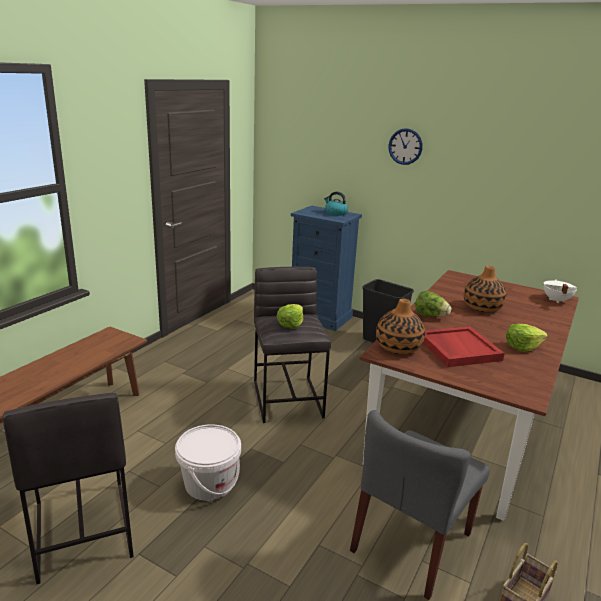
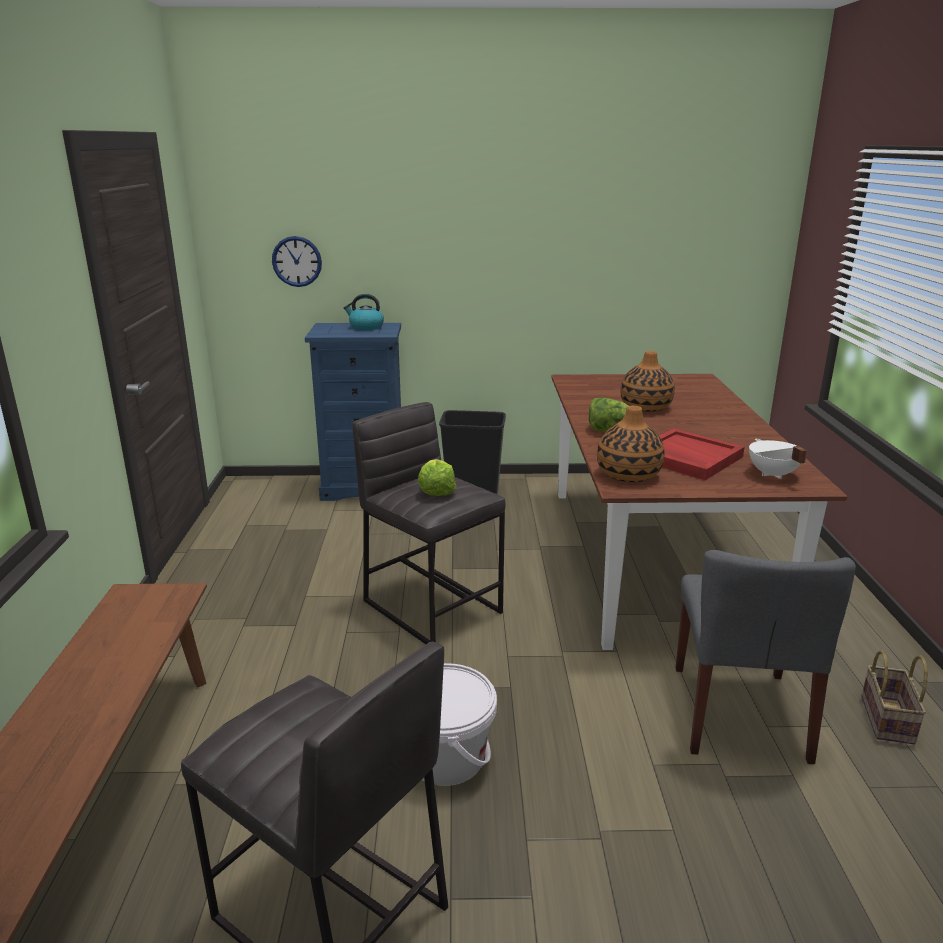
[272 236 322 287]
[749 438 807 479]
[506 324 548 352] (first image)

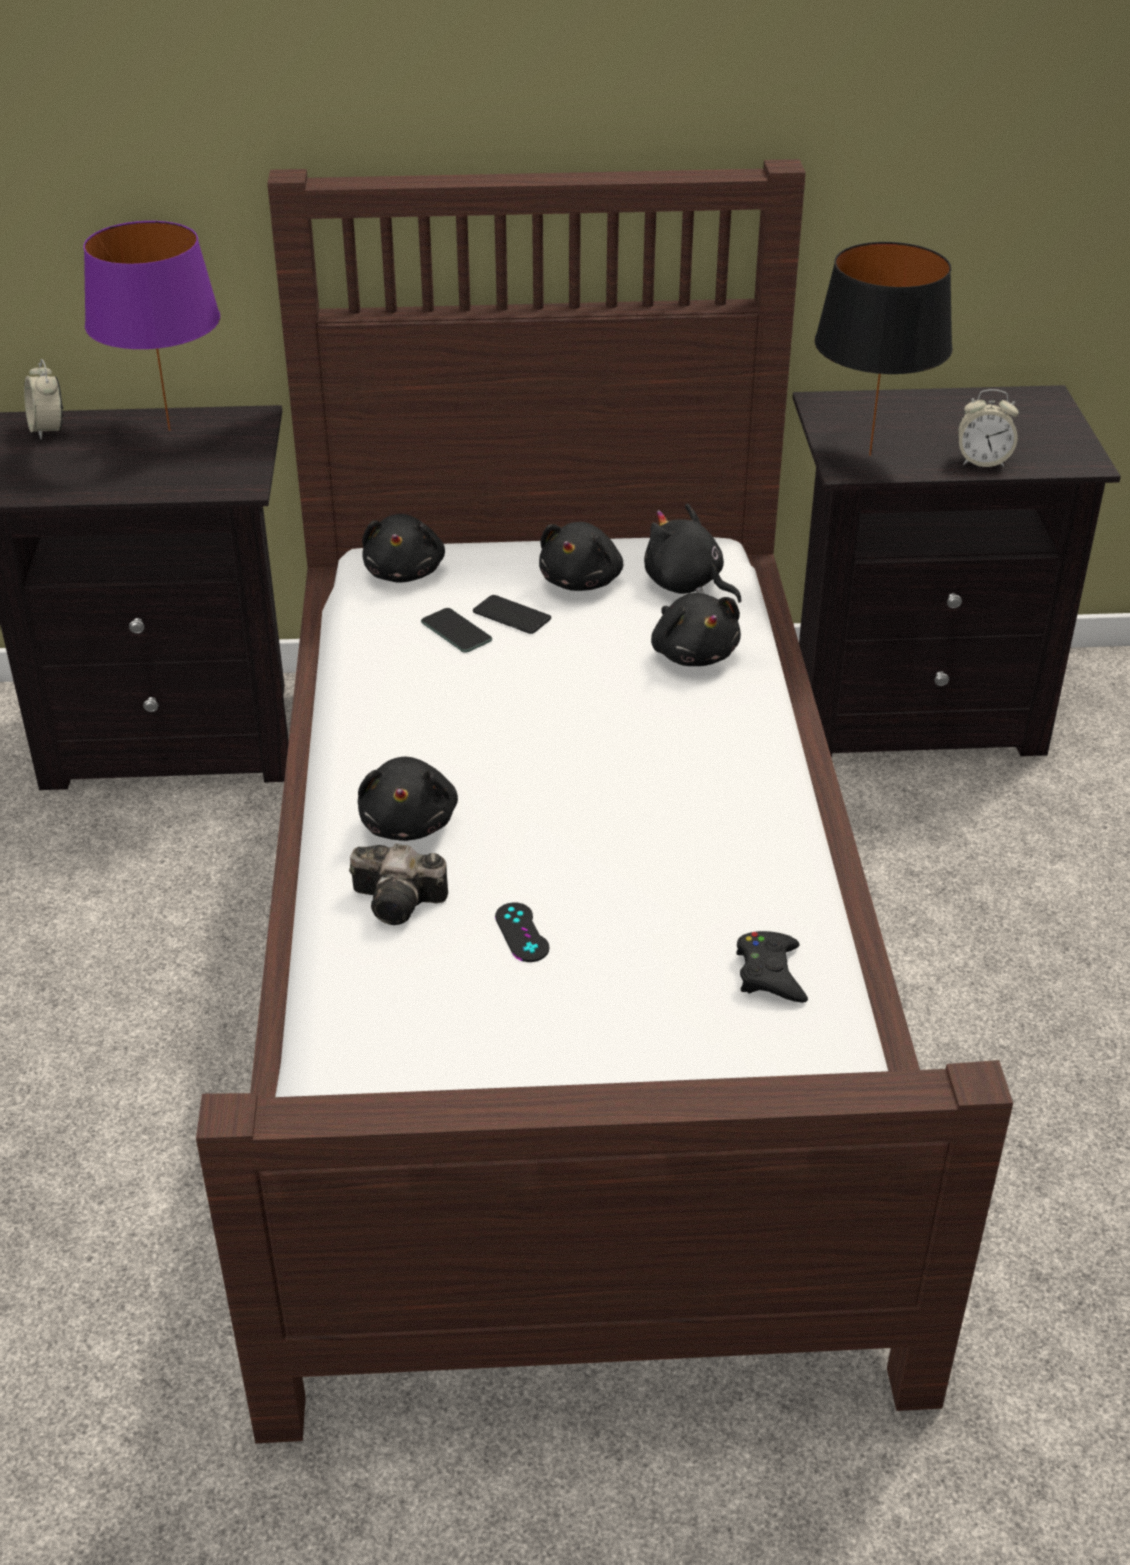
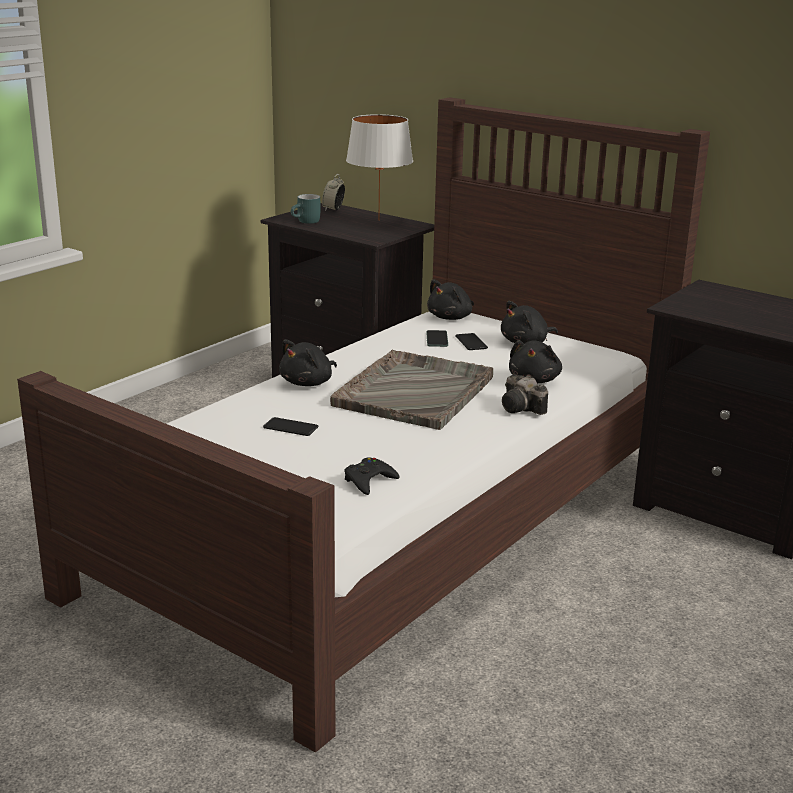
[346 114 413 221]
[815 242 953 456] (first image)
[958 389 1019 467] (first image)
[644 503 742 603] (first image)
[502 375 548 415]
[263 417 318 436]
[291 194 320 224]
[330 350 493 430]

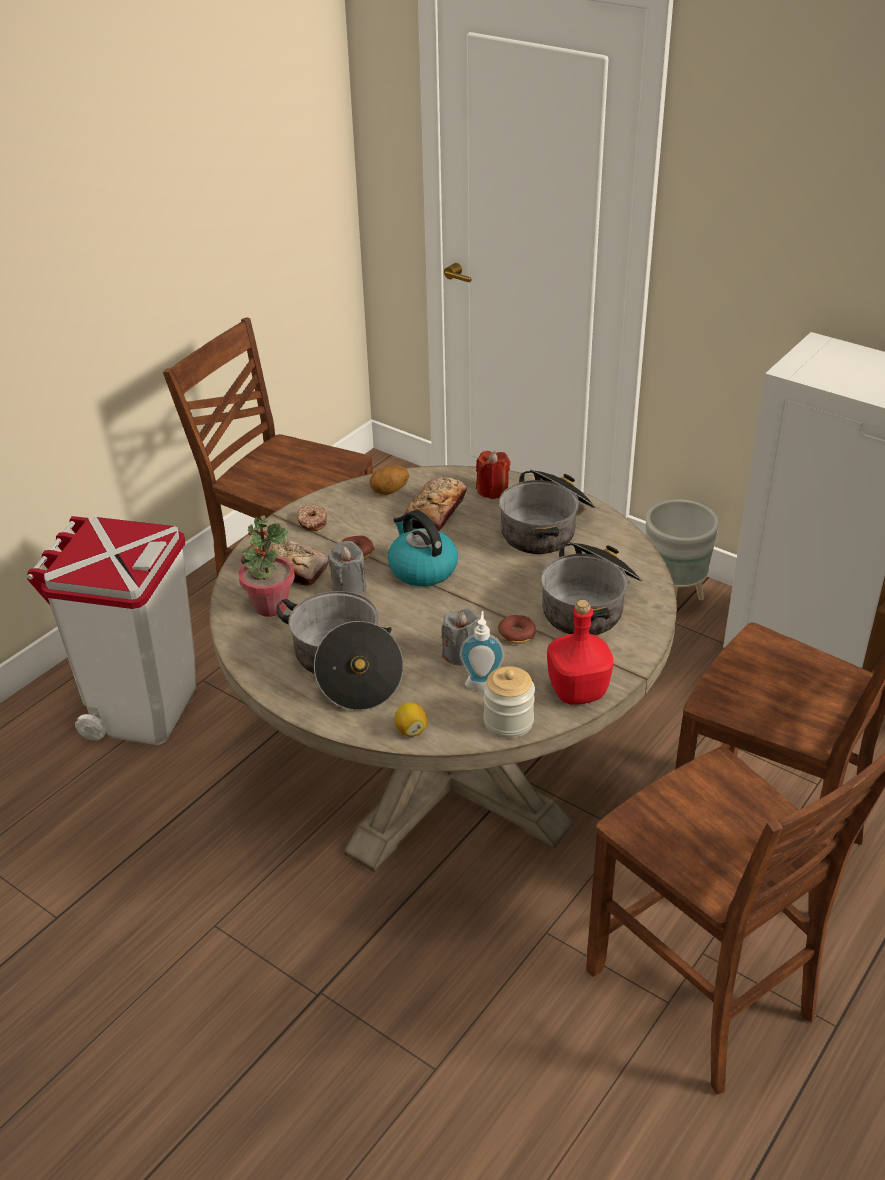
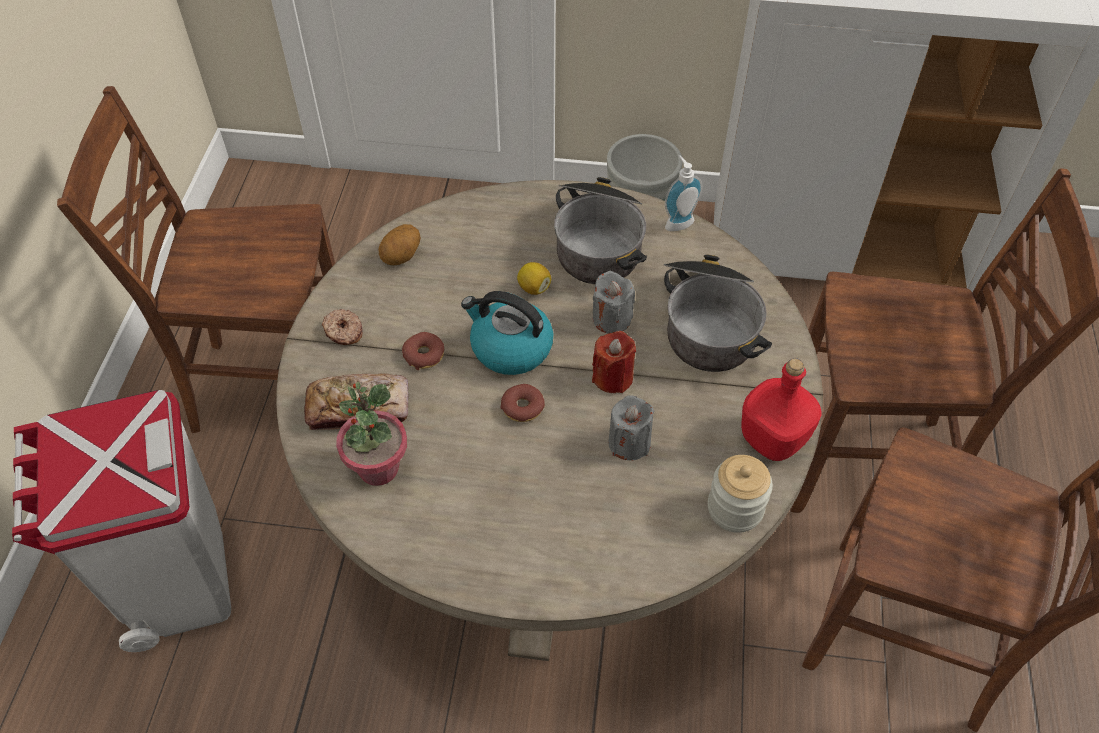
[592 331 636 393]
[404 476 467 531] (first image)
[593 271 635 334]
[277 591 404 711] (first image)
[665 155 702 231]
[500 384 545 422]
[517 262 551 295]

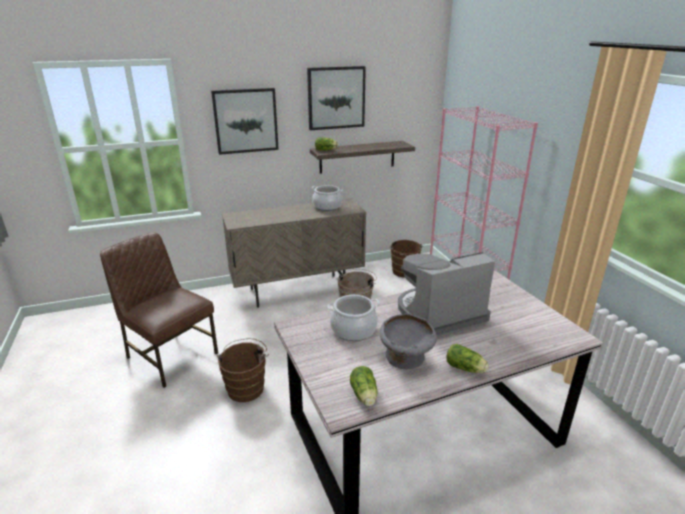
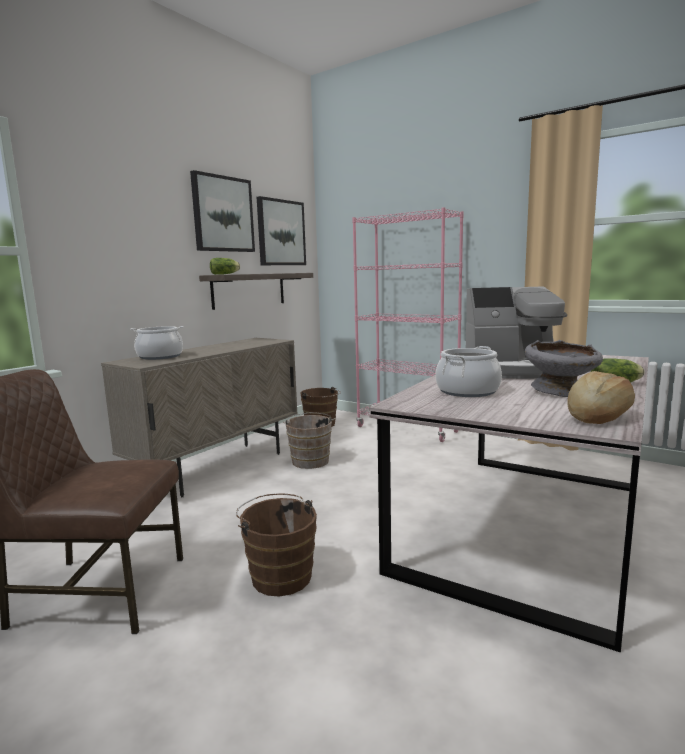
[257 196 306 265]
[130 326 184 360]
[466 286 567 379]
[567 371 635 424]

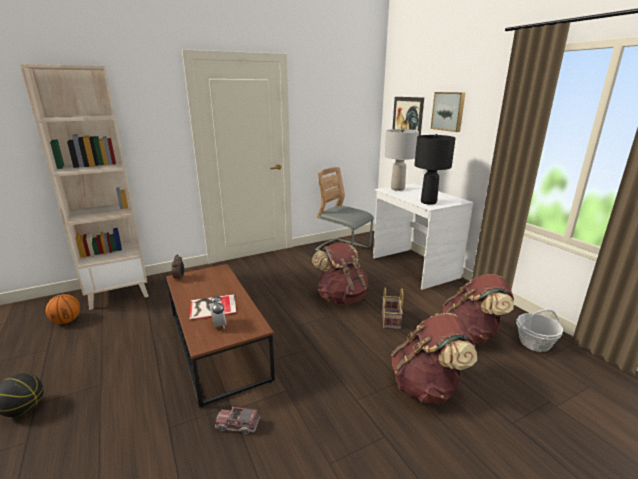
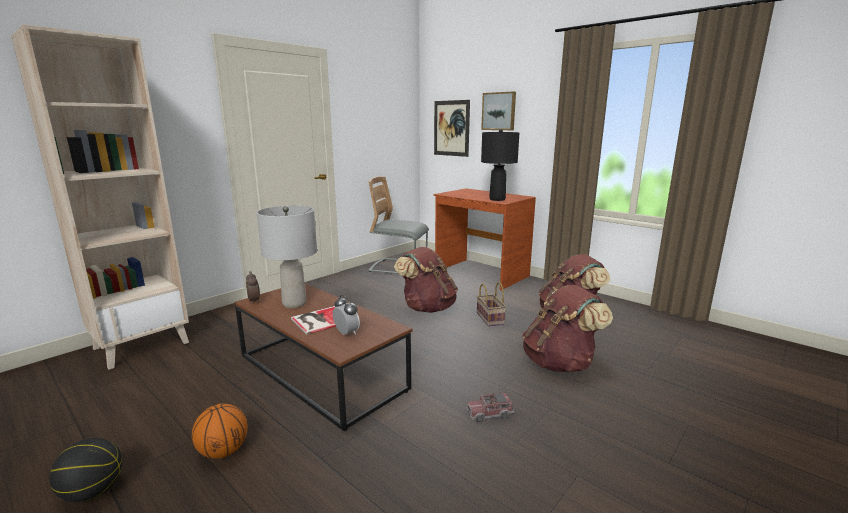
[257 206 317 308]
[433 188 536 290]
[192 404 248 459]
[516 309 563 352] (first image)
[466 392 515 422]

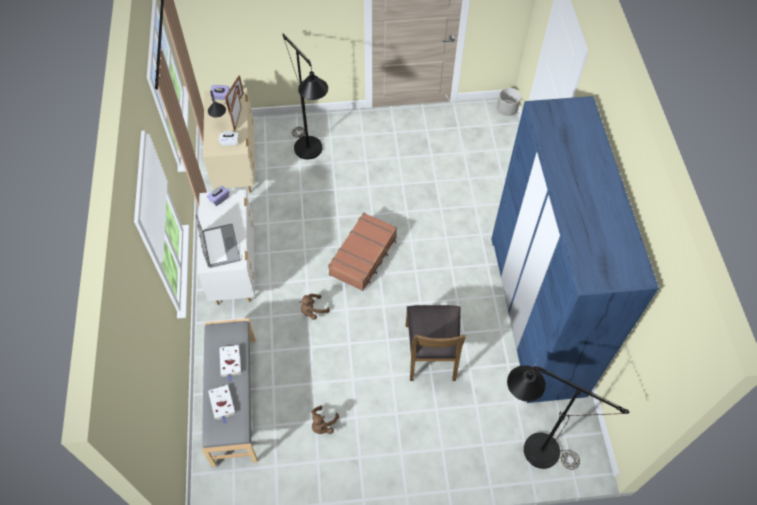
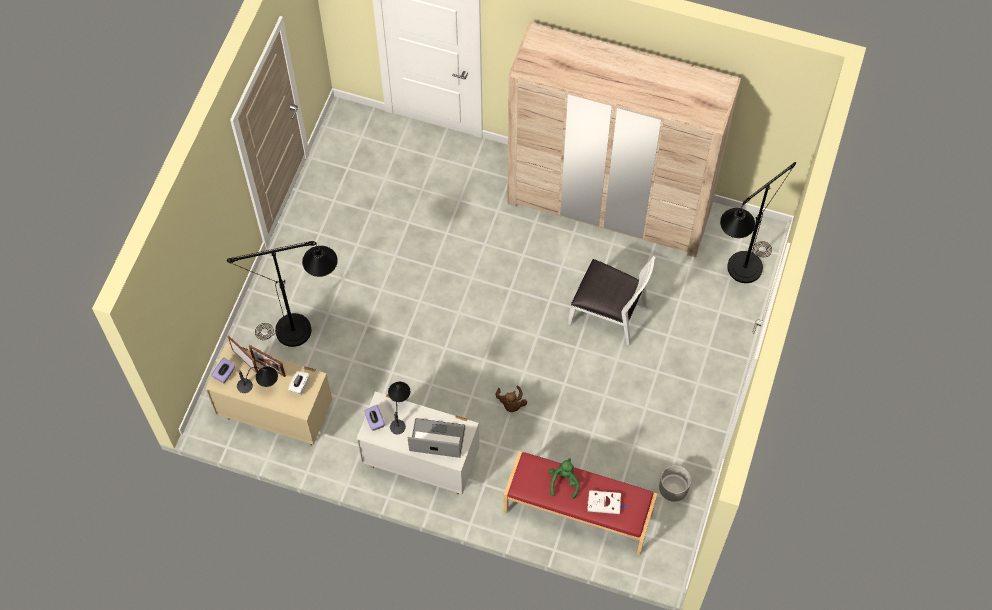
[659 465 691 502]
[507 22 741 258]
[328 212 397 291] (first image)
[568 256 656 346]
[504 451 657 555]
[549 458 580 499]
[311 405 339 434] (first image)
[388 382 410 434]

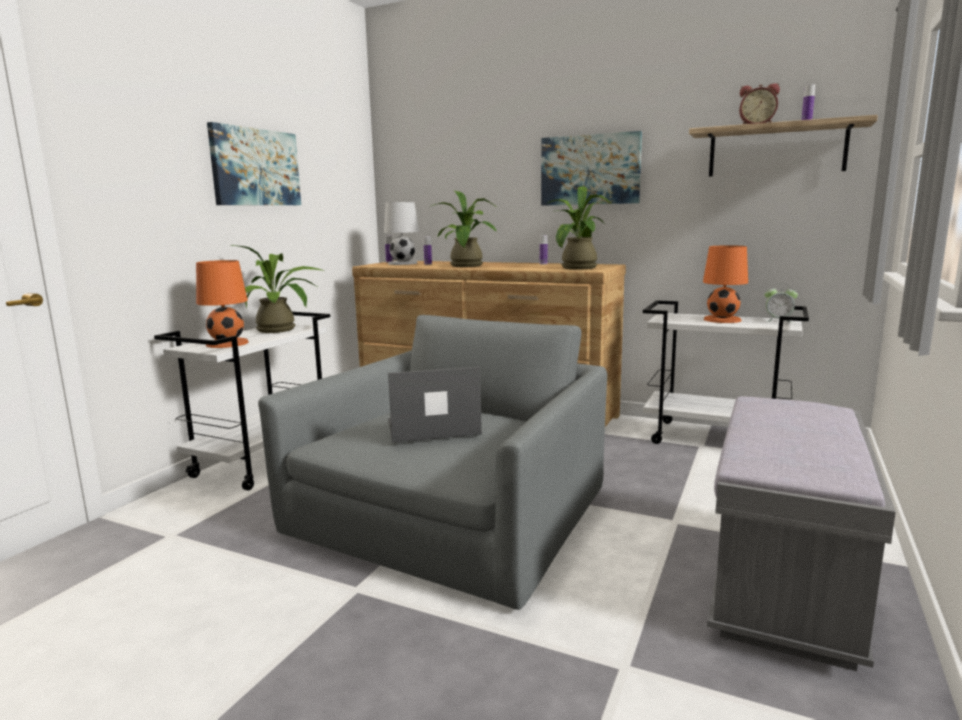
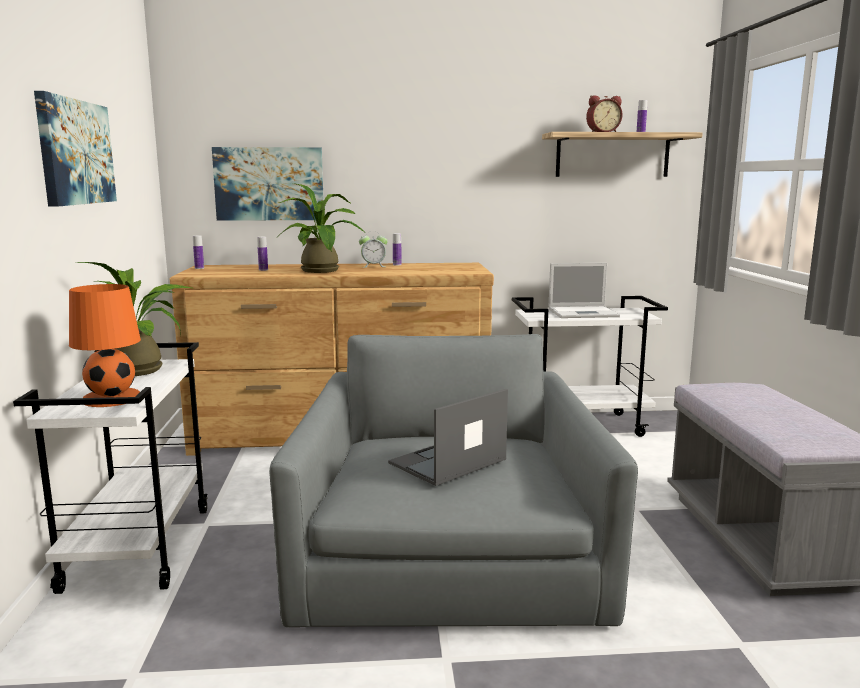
[212 147 324 221]
[546 186 611 269] (first image)
[384 202 419 265] (first image)
[548 263 620 318]
[359 231 388 268]

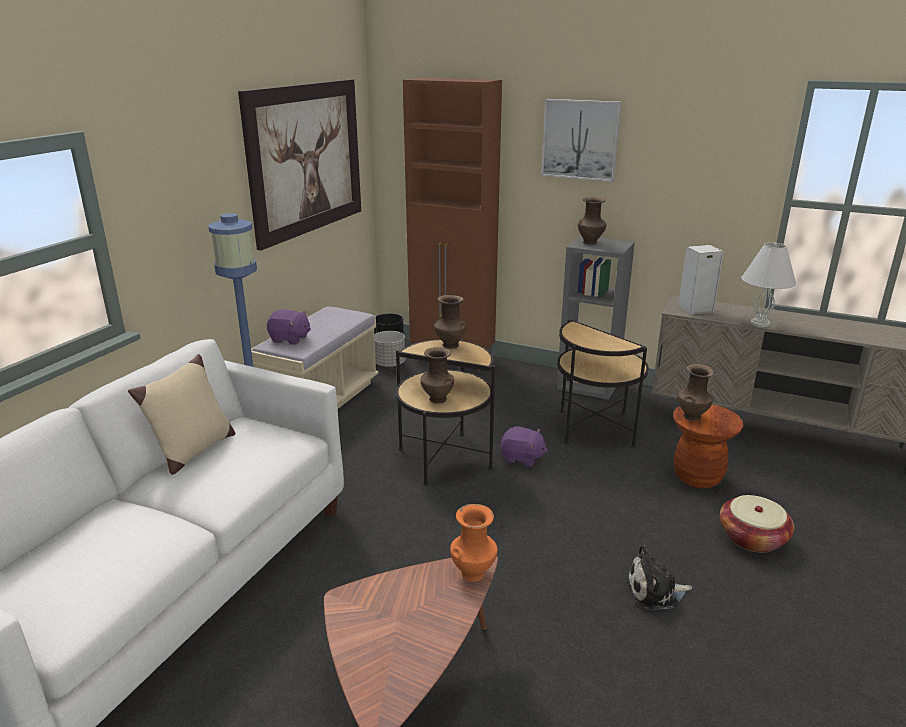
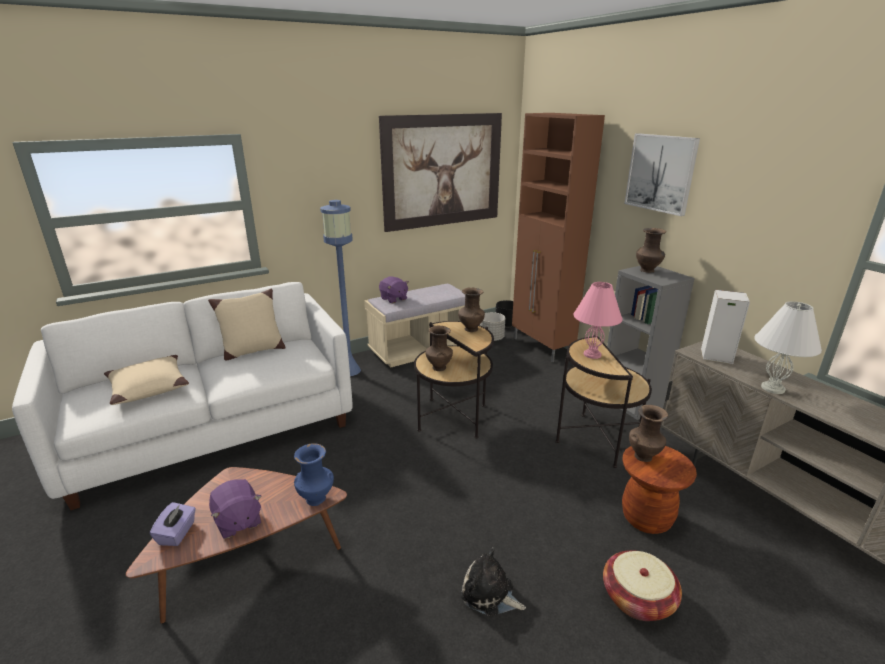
[209 479 262 539]
[294 443 334 506]
[574 282 623 359]
[104 355 189 405]
[150 502 196 546]

